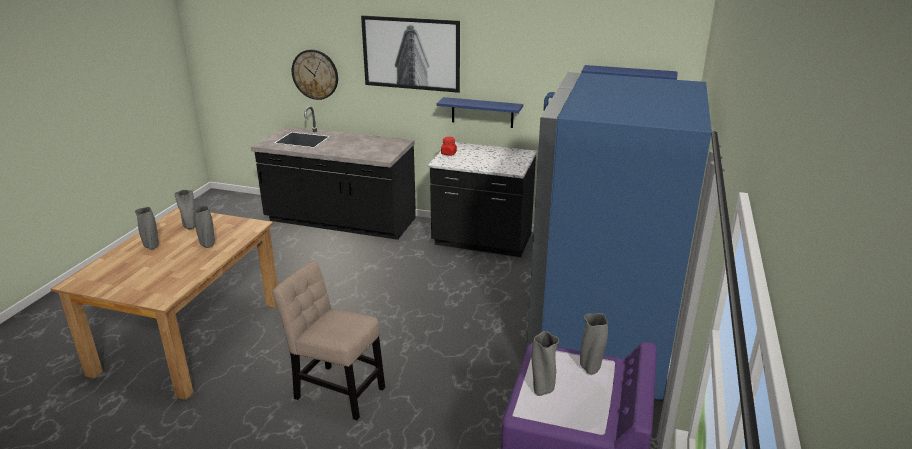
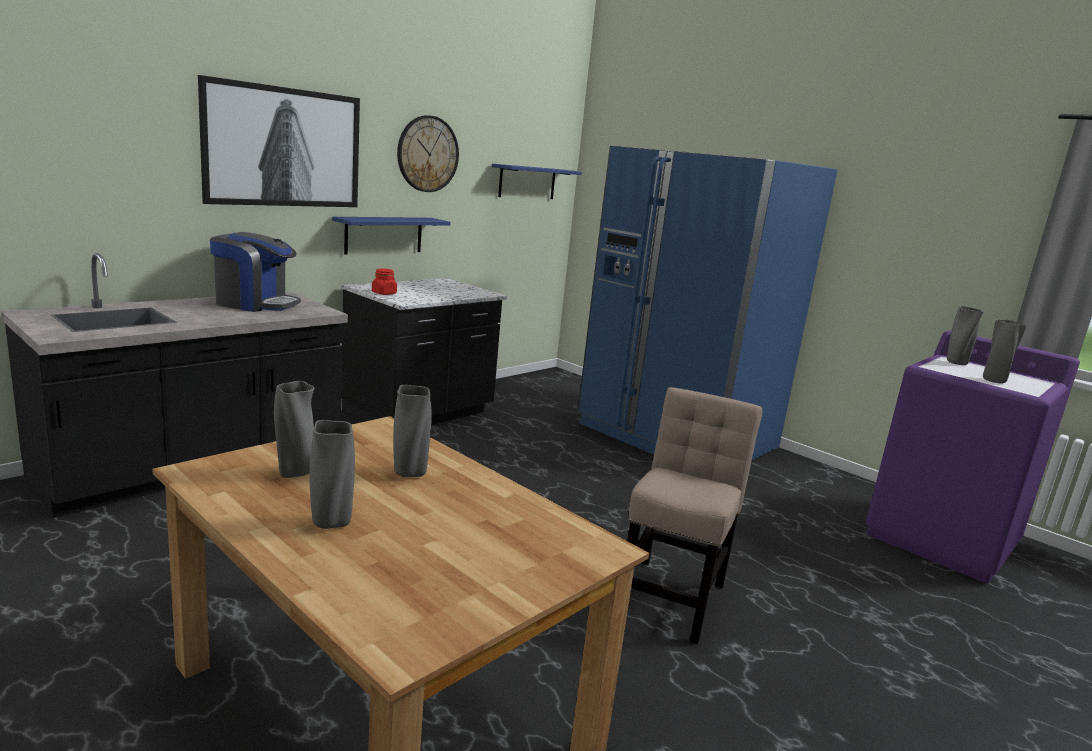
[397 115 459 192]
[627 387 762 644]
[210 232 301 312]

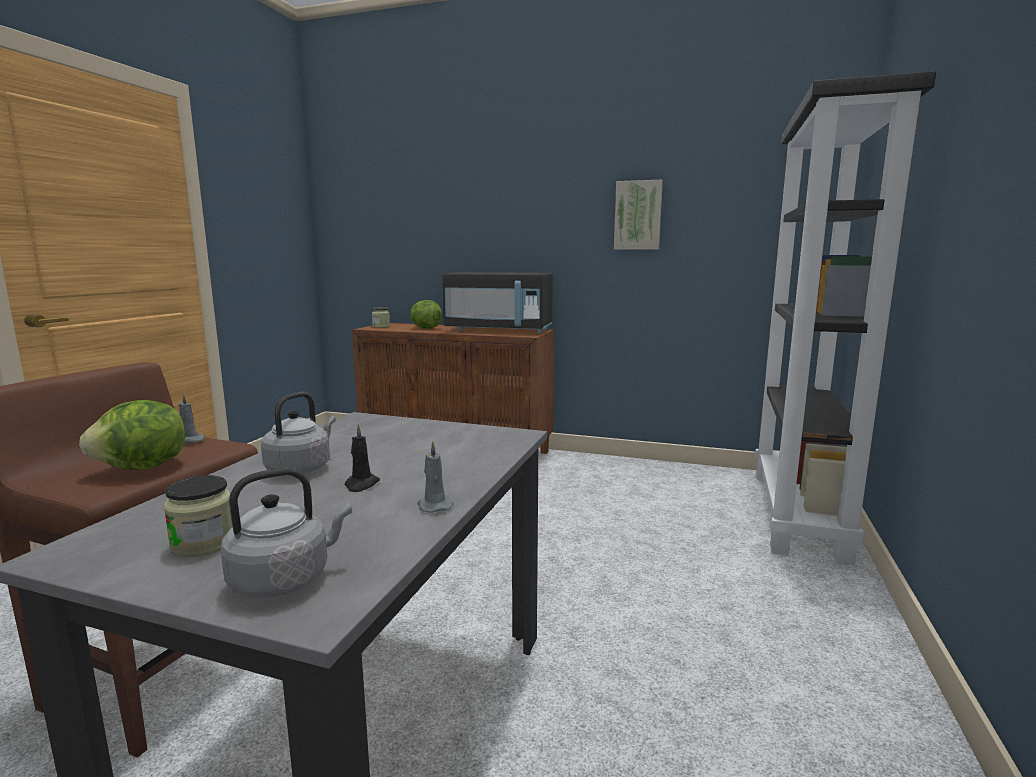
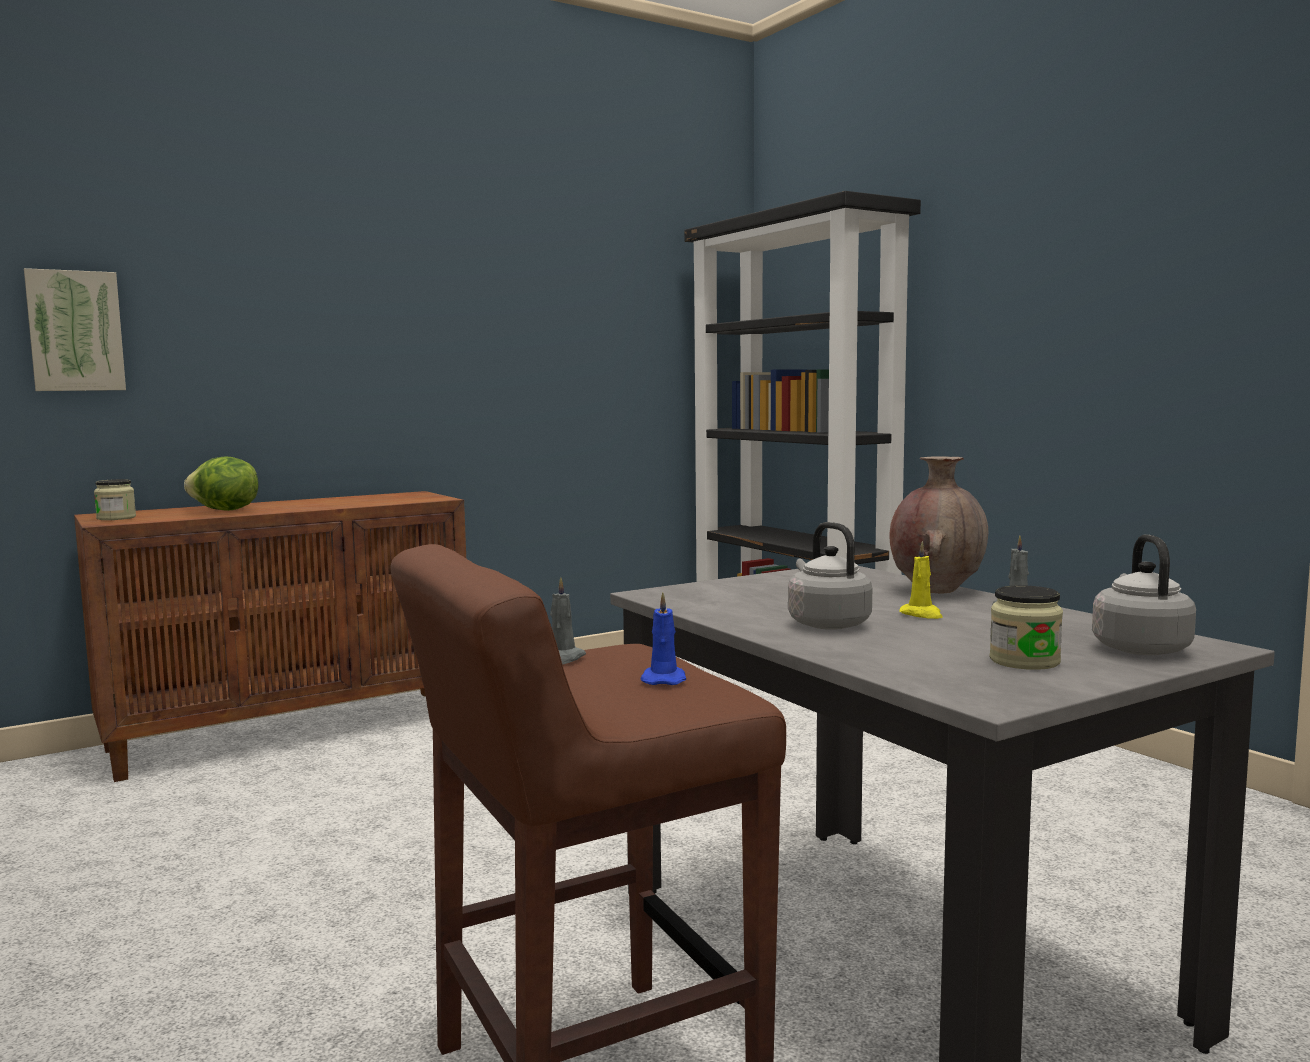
[24 268 126 391]
[443 272 553 333] (first image)
[640 592 686 685]
[899 541 943 619]
[889 456 988 593]

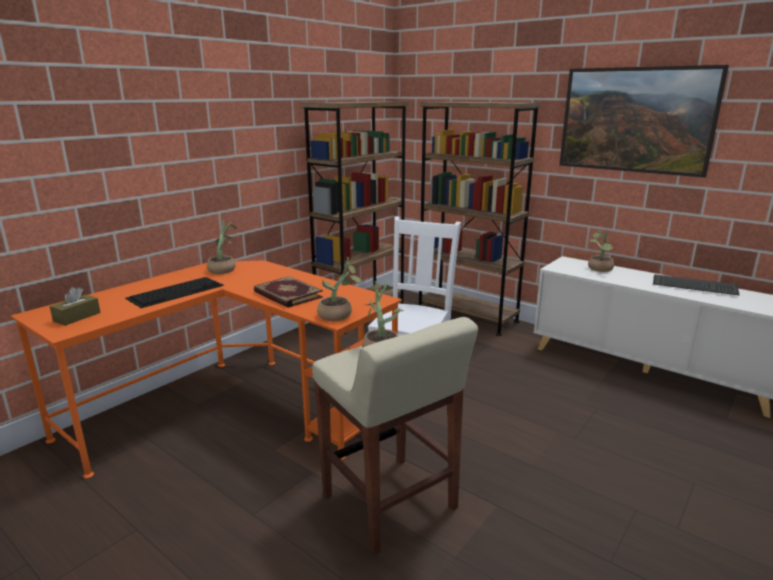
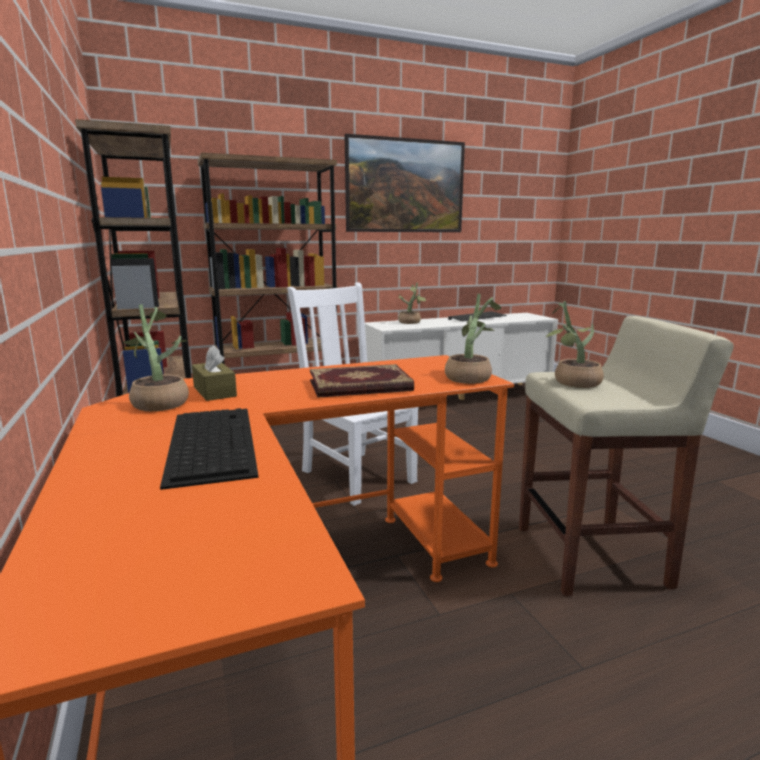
[192 345 237 401]

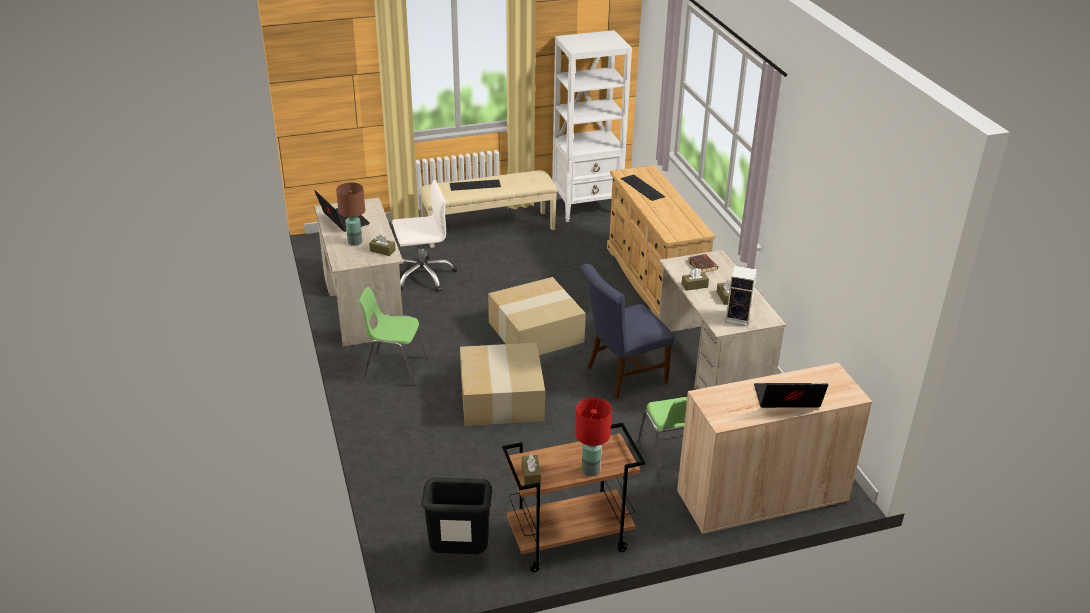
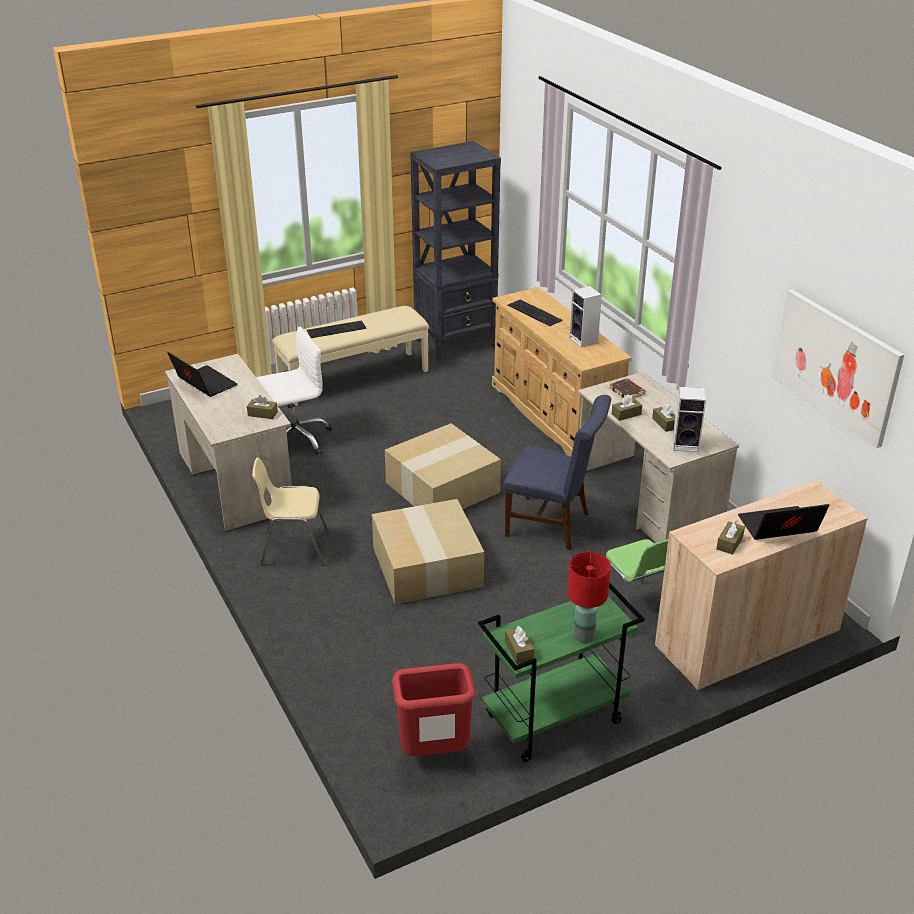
[410 141 501 361]
[336 182 365 246] (first image)
[503 395 611 550]
[252 458 329 566]
[478 582 645 762]
[392 663 476 756]
[569 286 602 347]
[772 290 904 448]
[716 520 745 555]

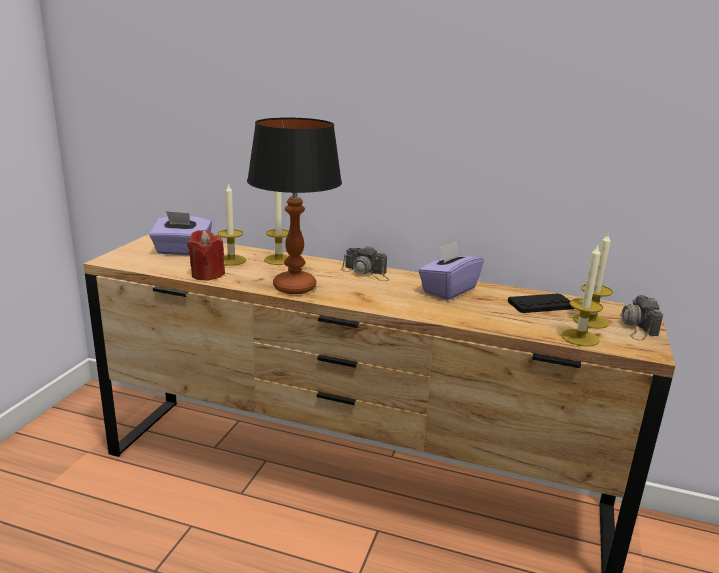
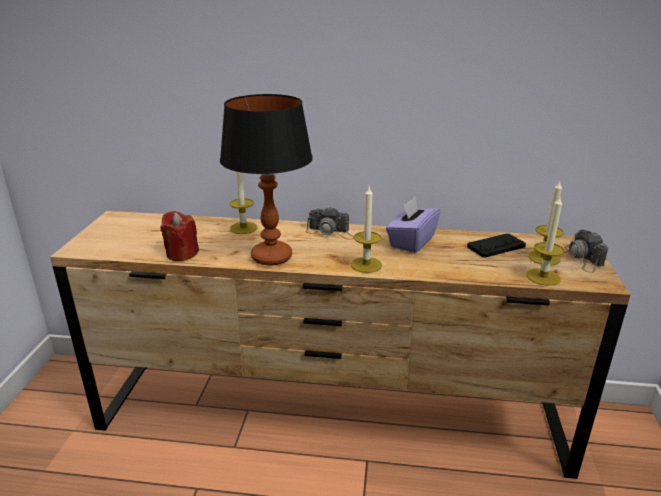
[351 187 382 273]
[149 211 212 256] (first image)

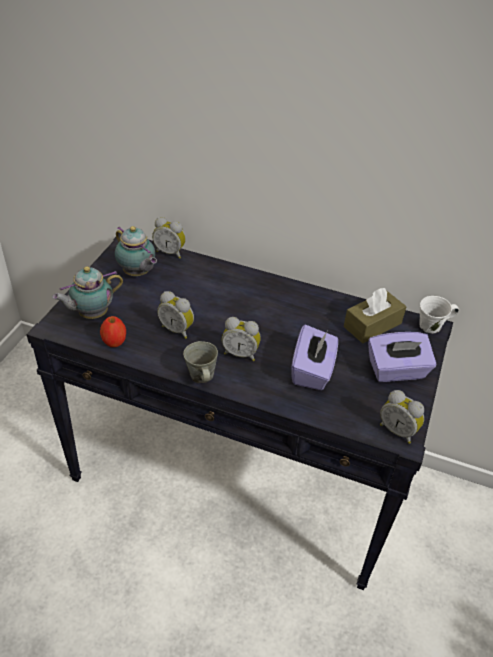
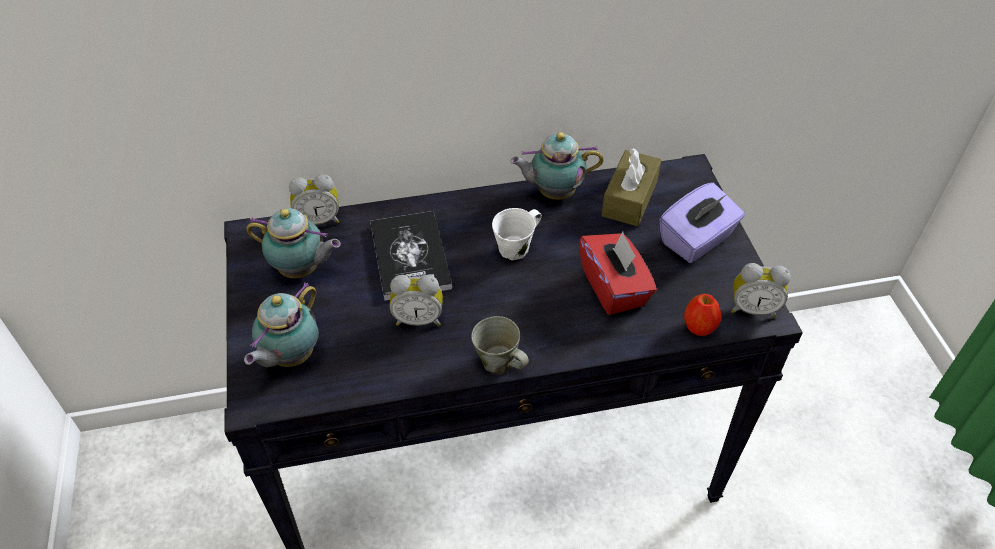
[492 208 542 261]
[684 294 721 336]
[222 317 261 361] (first image)
[579 231 657 315]
[510 132 603 200]
[370 211 452 301]

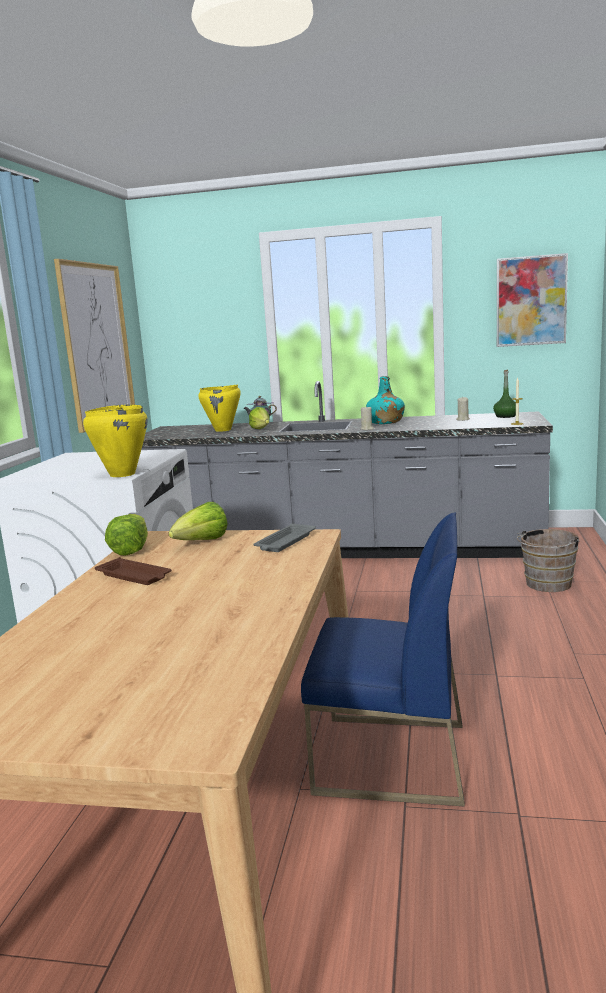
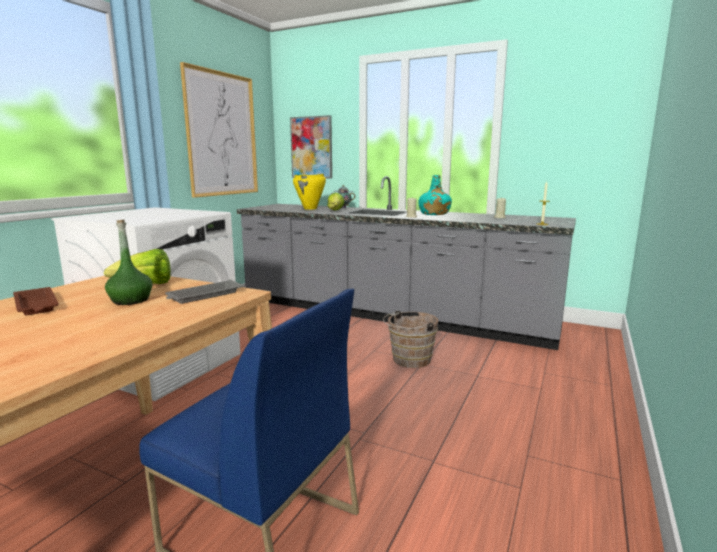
[290 115 332 179]
[105 220 153 305]
[83 405 147 477] (first image)
[105 514 148 556] (first image)
[383 311 438 368]

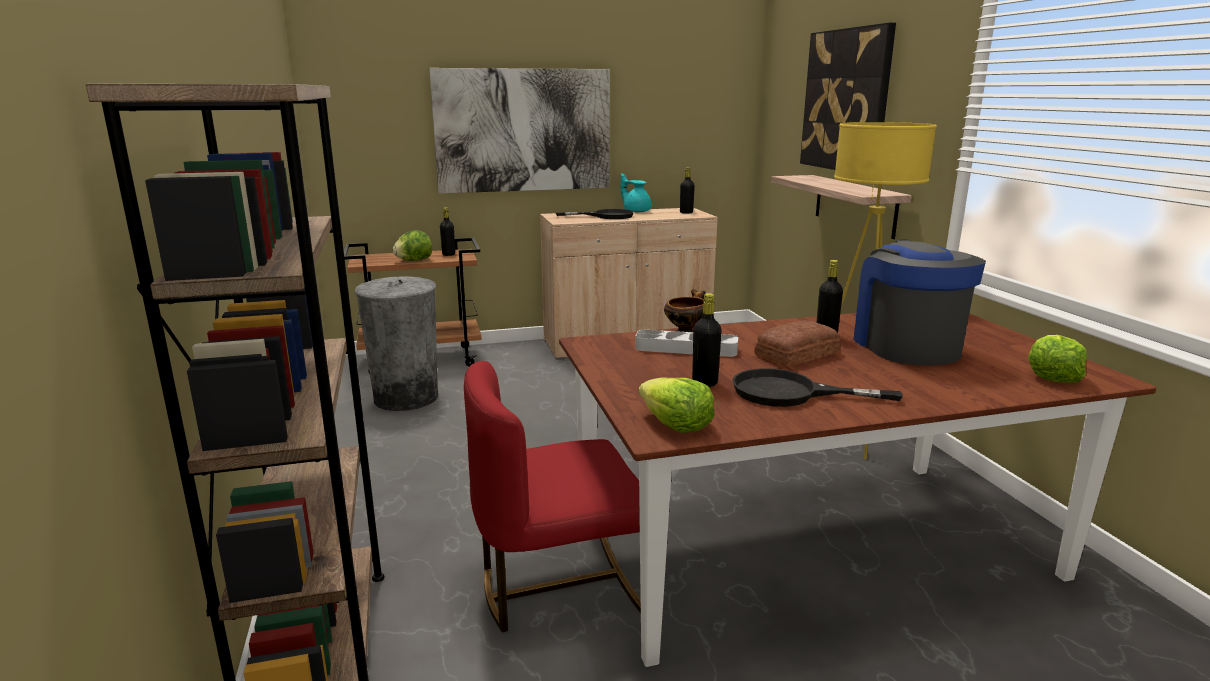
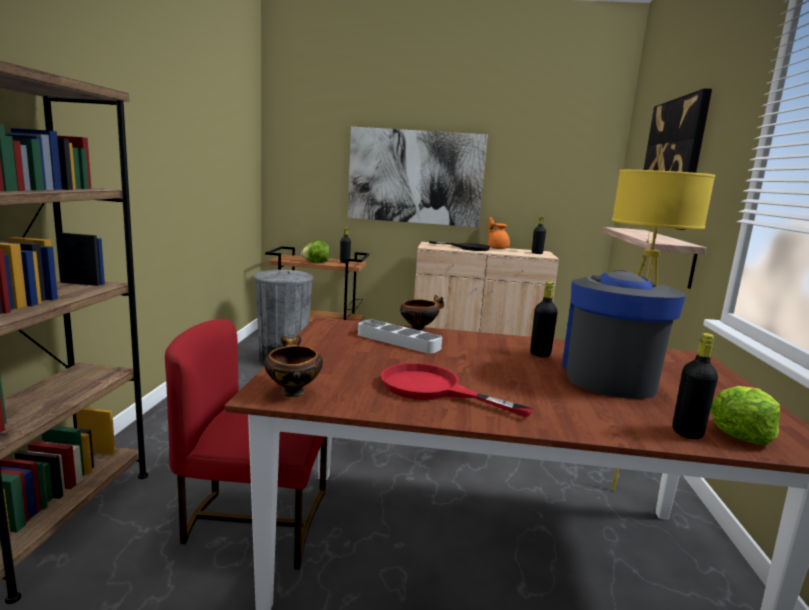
[488 217 510 249]
[672 333 718 439]
[754 320 841 367] (first image)
[381 363 534 418]
[264 335 323 397]

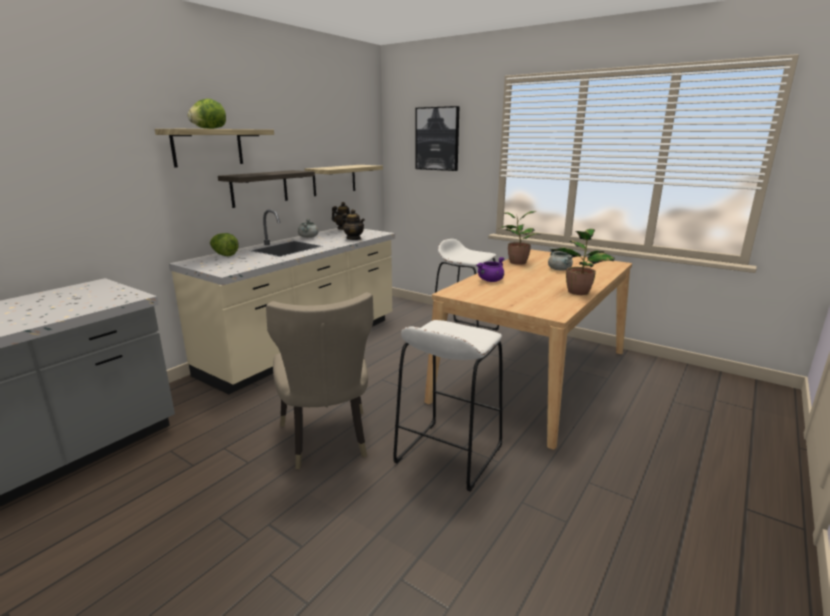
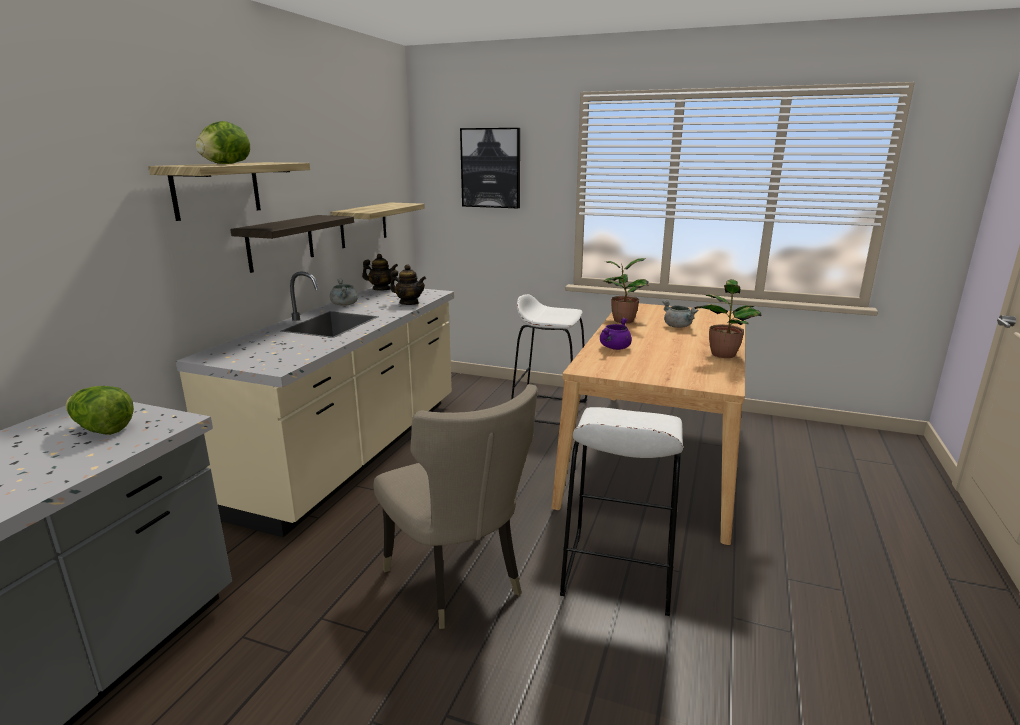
[66 386 134 435]

